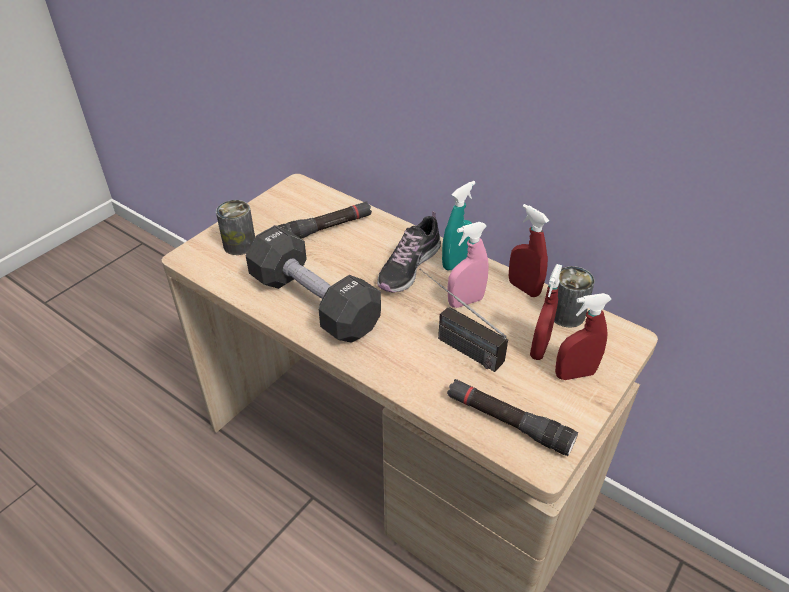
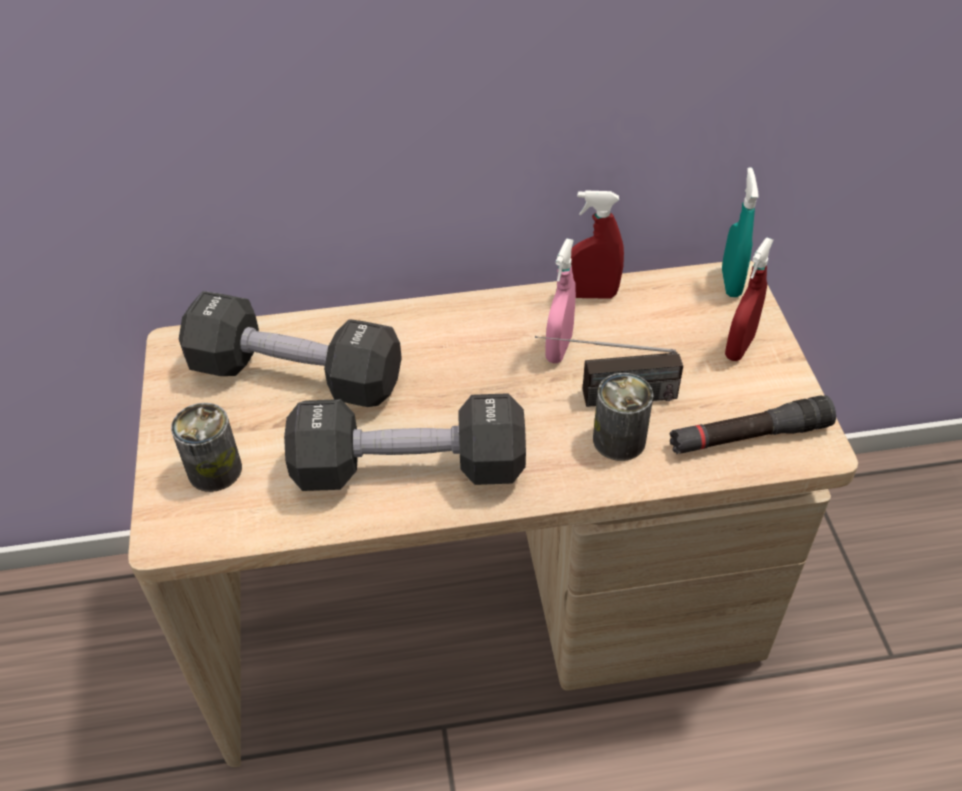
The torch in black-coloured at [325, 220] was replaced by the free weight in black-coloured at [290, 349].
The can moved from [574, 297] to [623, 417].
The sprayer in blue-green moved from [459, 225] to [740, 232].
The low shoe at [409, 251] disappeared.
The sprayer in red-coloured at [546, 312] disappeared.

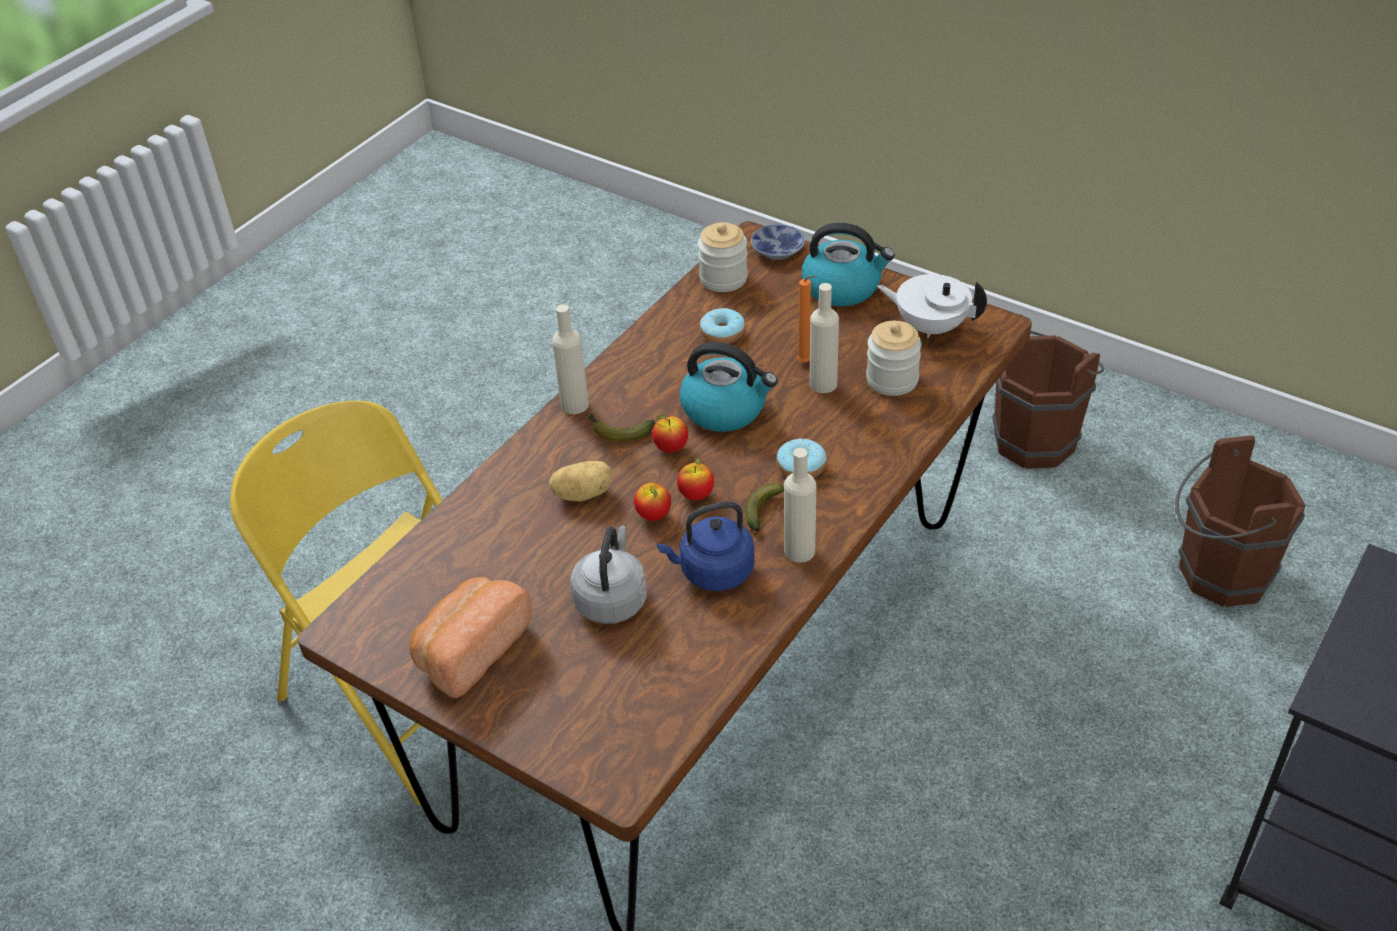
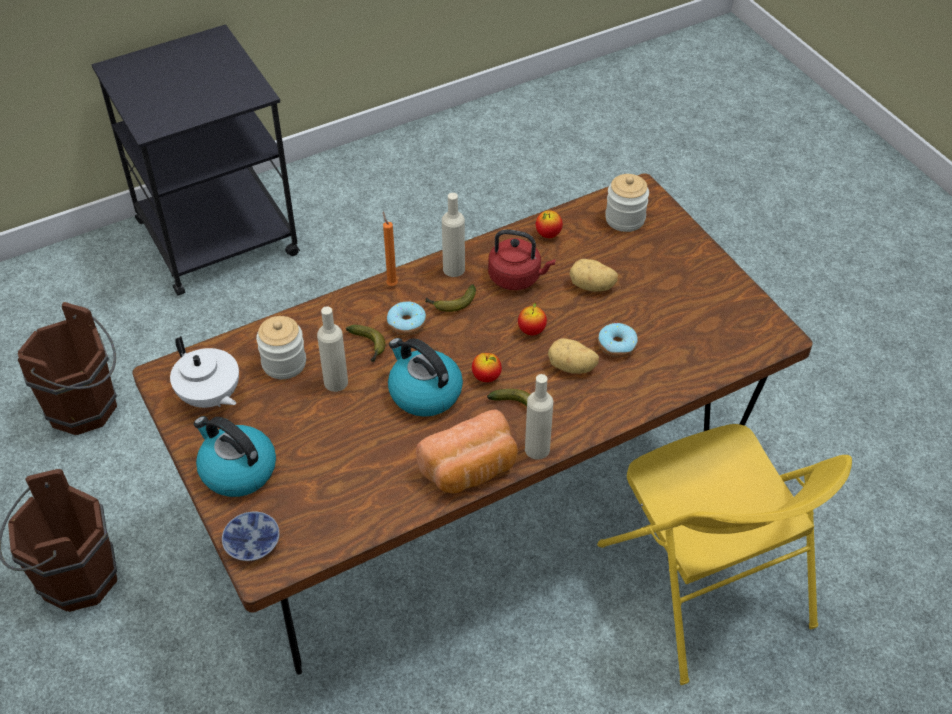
The whole banana at [366, 344] appeared.
The wax light in orange-coloured moved from [806, 319] to [390, 249].
The bakery bread moved from [471, 637] to [467, 451].
The tea kettle in blue at [706, 546] became the tea kettle in red-coloured at [521, 259].
The whole apple moved from [695, 478] to [549, 224].
The tea kettle in gray at [608, 575] was replaced by the whole potato at [593, 275].
The doughnut moved from [722, 326] to [618, 340].
The storage jar moved from [723, 257] to [627, 203].

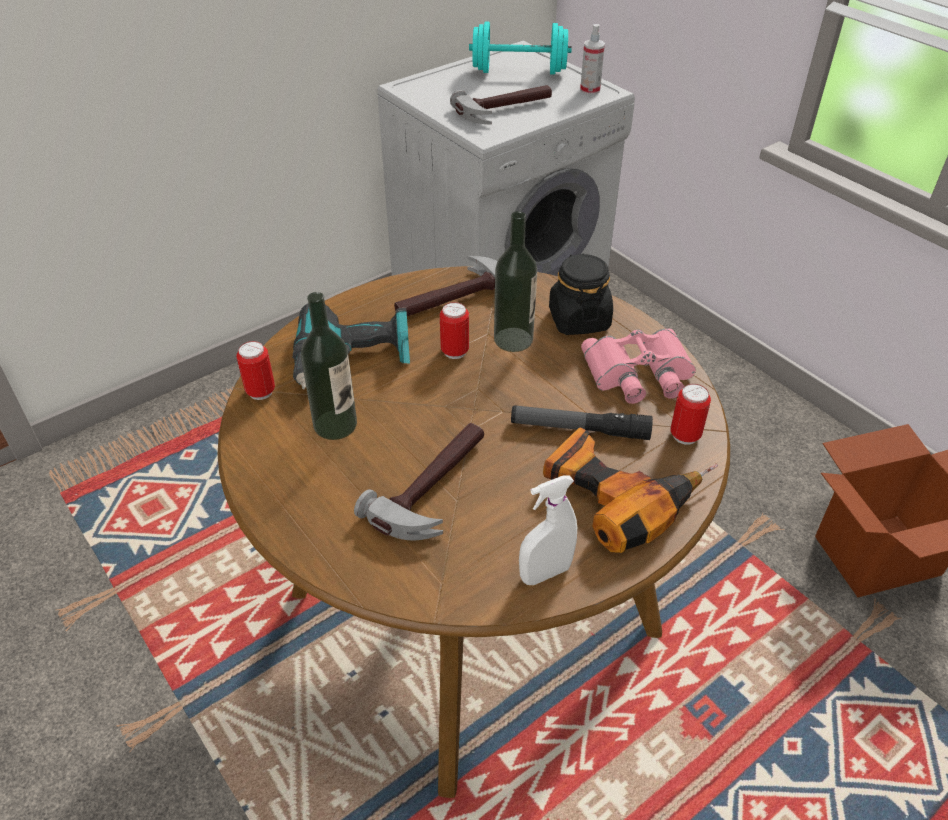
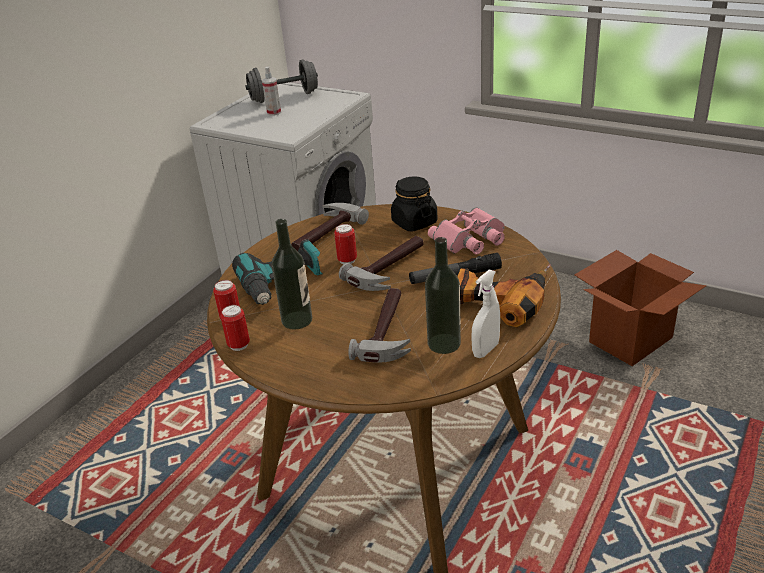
The can moved from [691, 414] to [235, 328].
The free weight in blue-green at [520, 48] became the free weight in gray at [282, 81].
The sprayer moved from [592, 59] to [271, 91].
The tool hammer moved from [501, 105] to [381, 263].
The beverage bottle moved from [516, 281] to [443, 295].

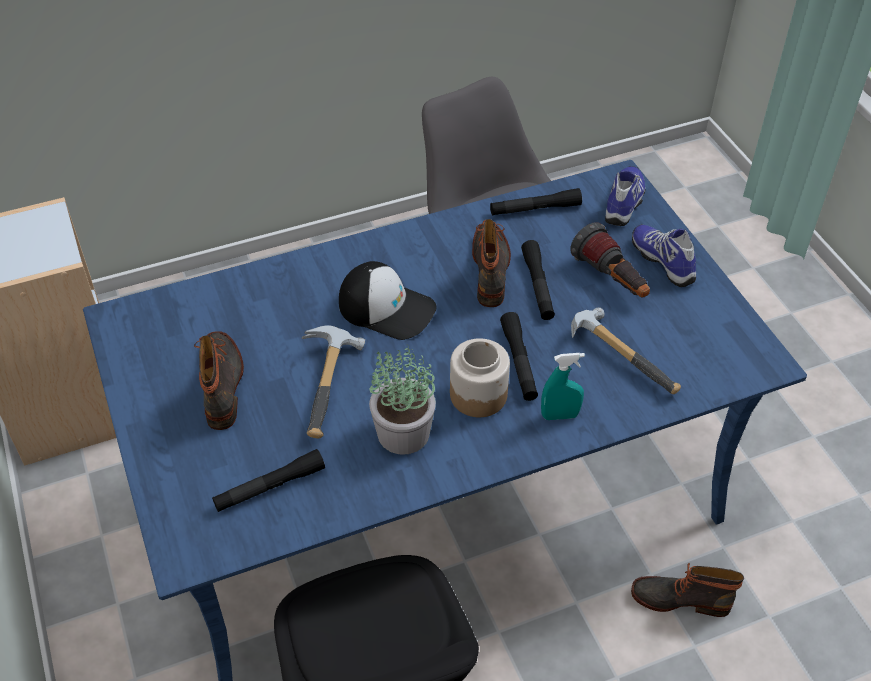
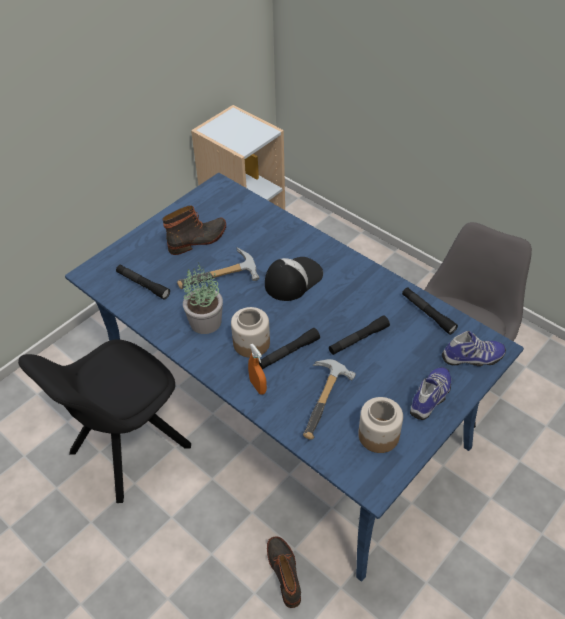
The sprayer in blue-green at [563, 386] became the sprayer in orange-coloured at [257, 369].
The cap at [388, 300] turned 135 degrees counterclockwise.
The storage jar at [380, 425] appeared.
The high-top boot at [491, 263] disappeared.
The torch at [610, 260] disappeared.

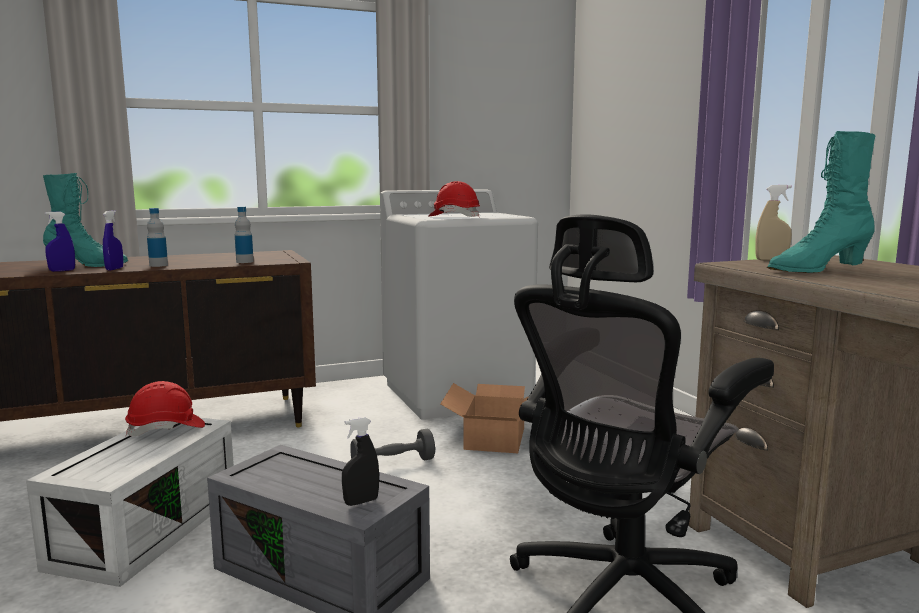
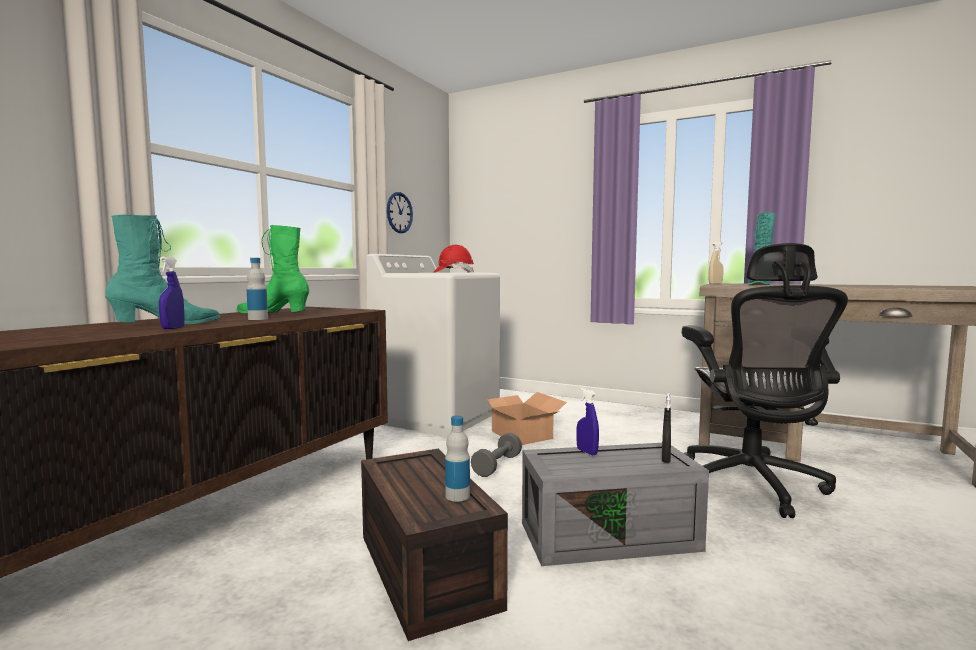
The high-top boot in green-coloured at [273, 269] appeared.
The storage box in whitish at [130, 502] became the storage box in brown-coloured at [434, 545].
The hanging clock at [400, 212] appeared.
The beverage bottle moved from [244, 235] to [457, 458].
The sprayer in blue moved from [113, 240] to [587, 421].
The hard hat in red-coloured at [165, 408] disappeared.

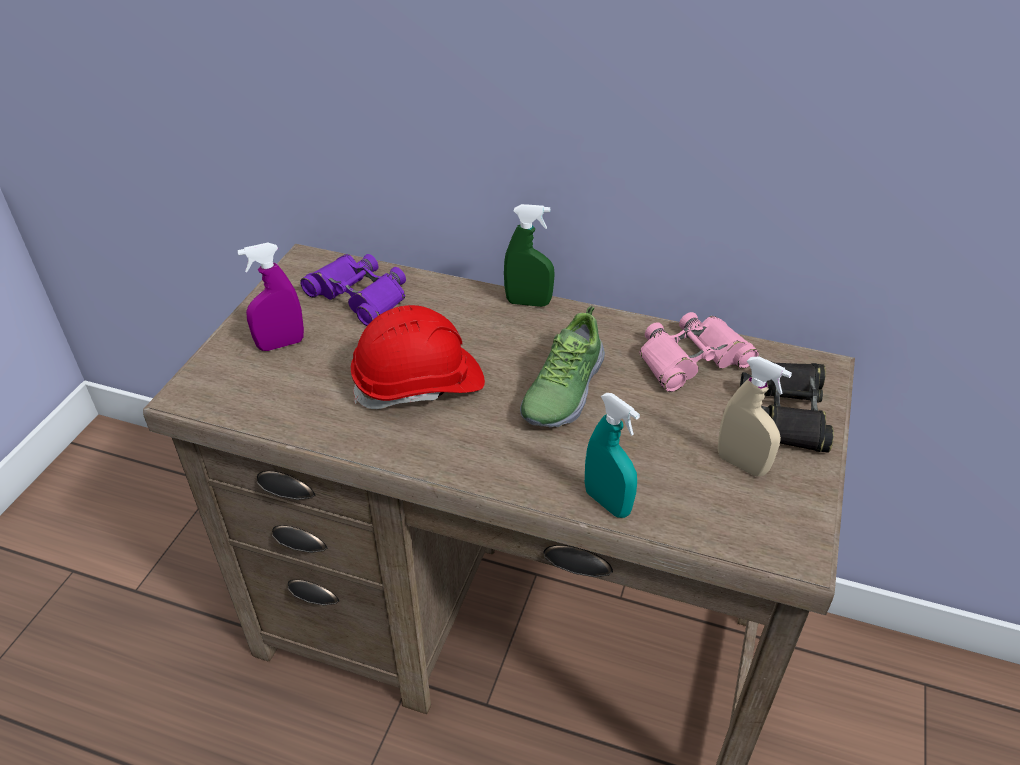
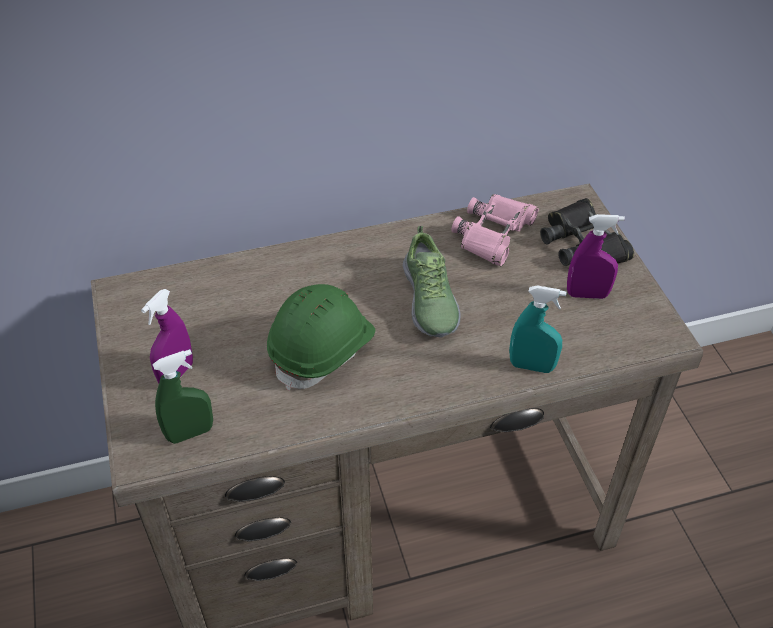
The sprayer in green-coloured moved from [529, 255] to [182, 396].
The hard hat in red-coloured at [418, 357] became the hard hat in green-coloured at [321, 337].
The sprayer in beige-coloured at [755, 417] became the sprayer in purplish at [596, 256].
The binoculars in purplish at [353, 290] disappeared.

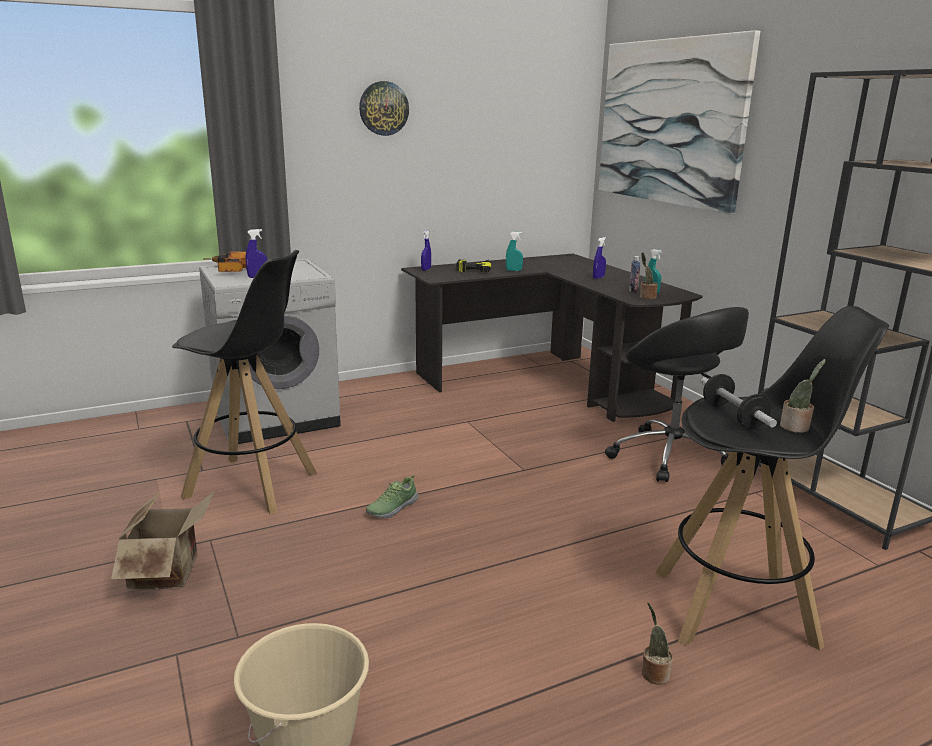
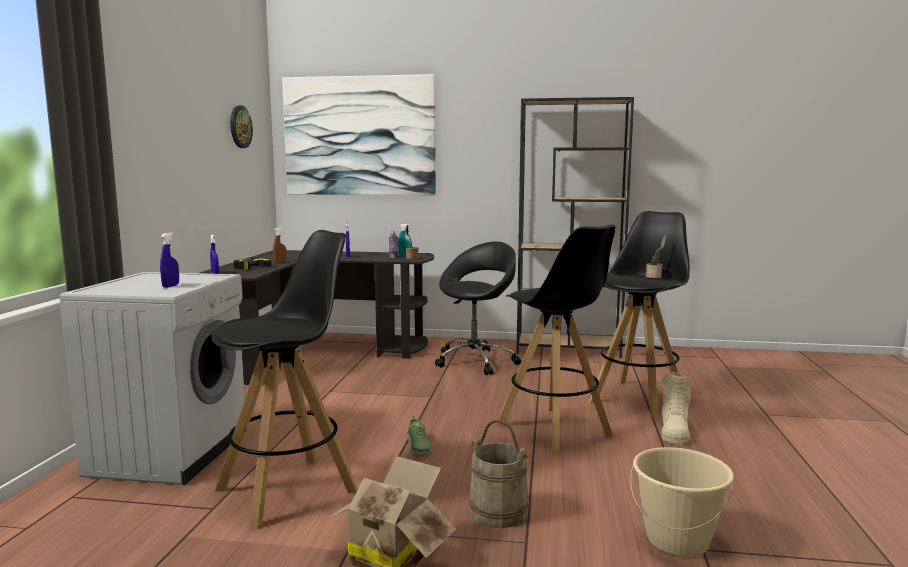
The hanging clock moved from [384, 108] to [241, 126].
The sprayer in blue-green at [514, 251] became the sprayer in brown-coloured at [280, 245].
The computer chair in black-coloured at [677, 394] turned 45 degrees counterclockwise.
The bucket in beige-coloured at [499, 473] appeared.
The stool in black-coloured at [556, 339] appeared.
The houseplant at [657, 644] was replaced by the high-top boot in beige-coloured at [676, 408].
The electric drill at [224, 261] disappeared.
The free weight at [738, 401] disappeared.

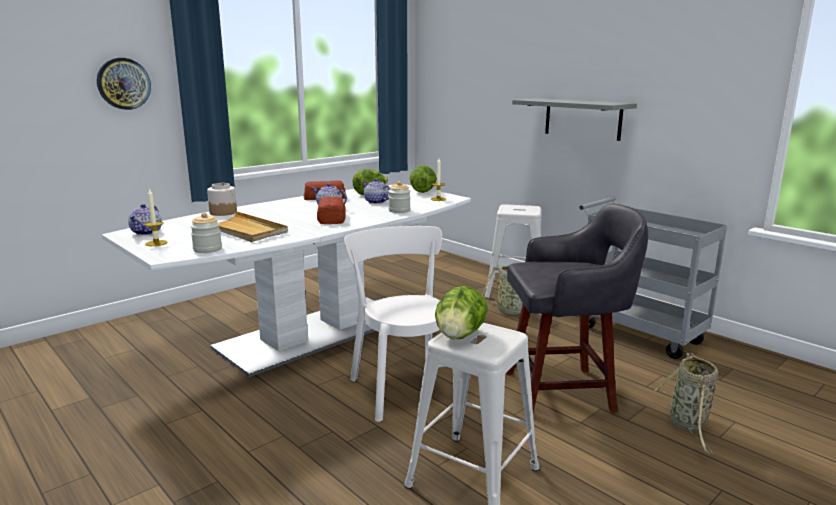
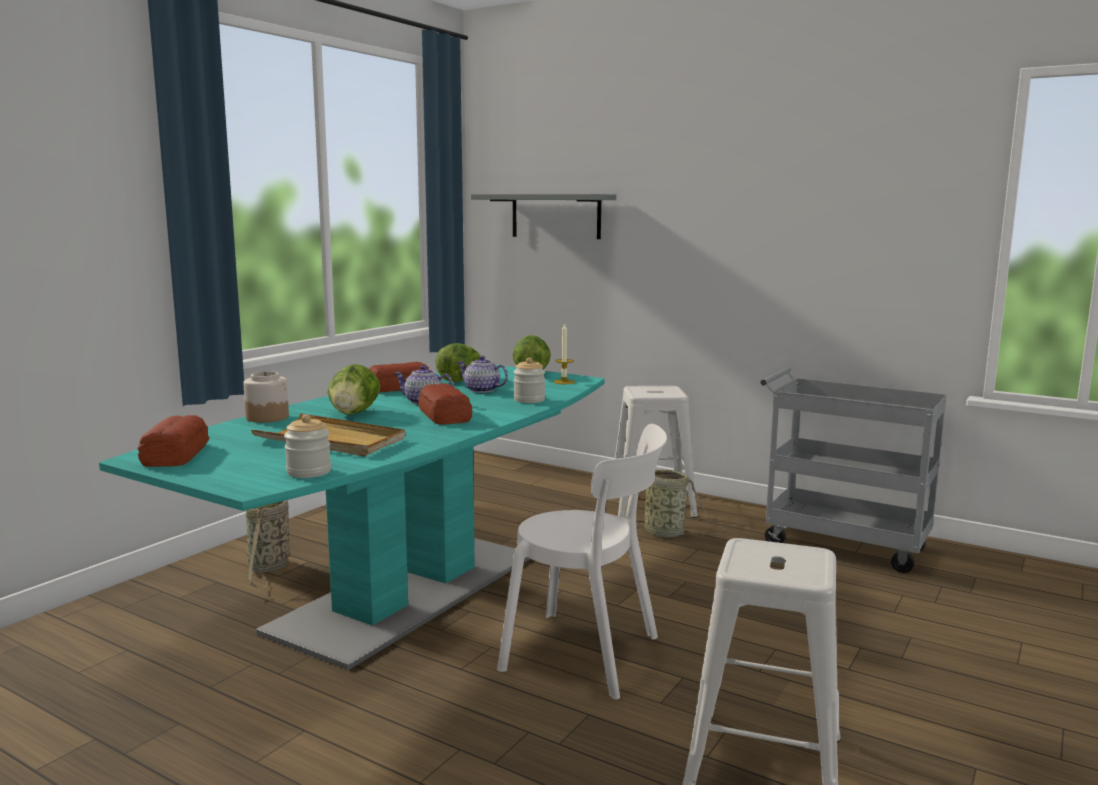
The kitchen table in whitish at [286, 281] became the kitchen table in blue-green at [352, 517].
The tea pot at [145, 219] was replaced by the bakery bread at [173, 441].
The basket moved from [686, 403] to [267, 544].
The lettuce head moved from [461, 312] to [354, 389].
The bracket shelf in gray moved from [574, 119] to [543, 216].
The chair in whitish at [398, 324] turned 150 degrees clockwise.
The hanging clock at [124, 84] disappeared.
The wax light at [156, 217] disappeared.
The stool in gray at [577, 308] disappeared.

